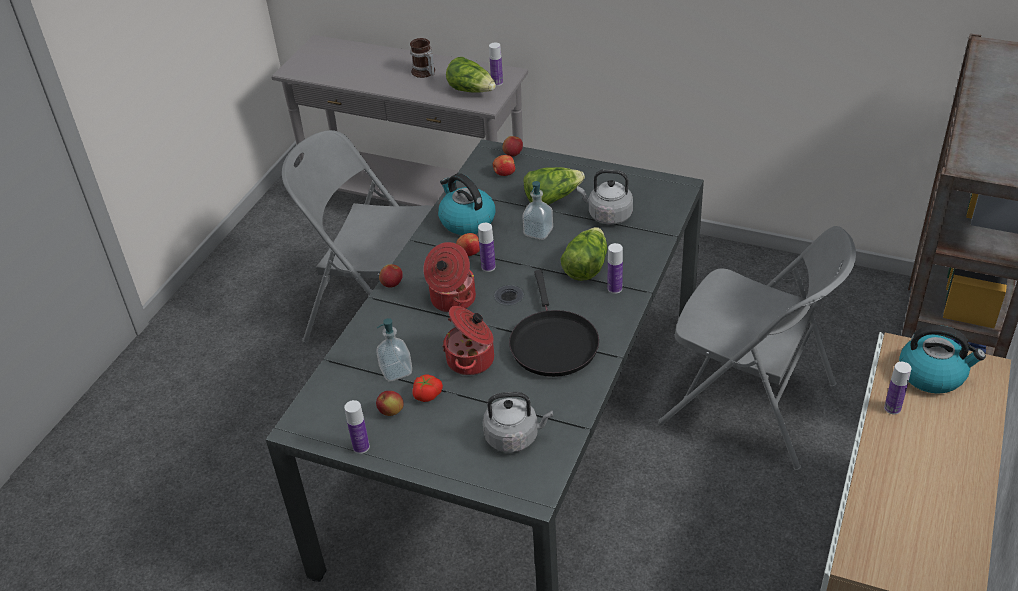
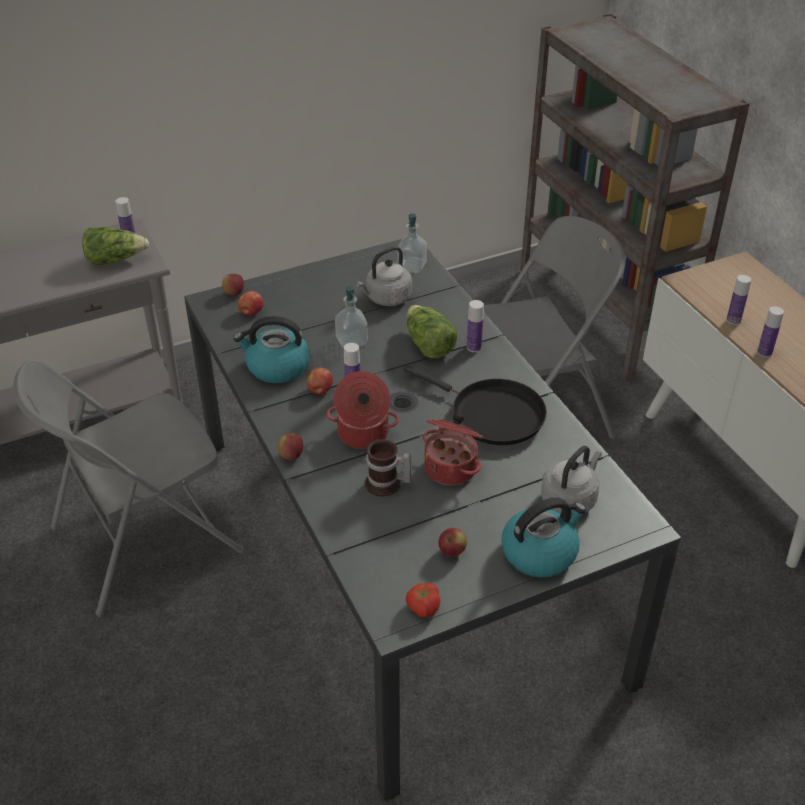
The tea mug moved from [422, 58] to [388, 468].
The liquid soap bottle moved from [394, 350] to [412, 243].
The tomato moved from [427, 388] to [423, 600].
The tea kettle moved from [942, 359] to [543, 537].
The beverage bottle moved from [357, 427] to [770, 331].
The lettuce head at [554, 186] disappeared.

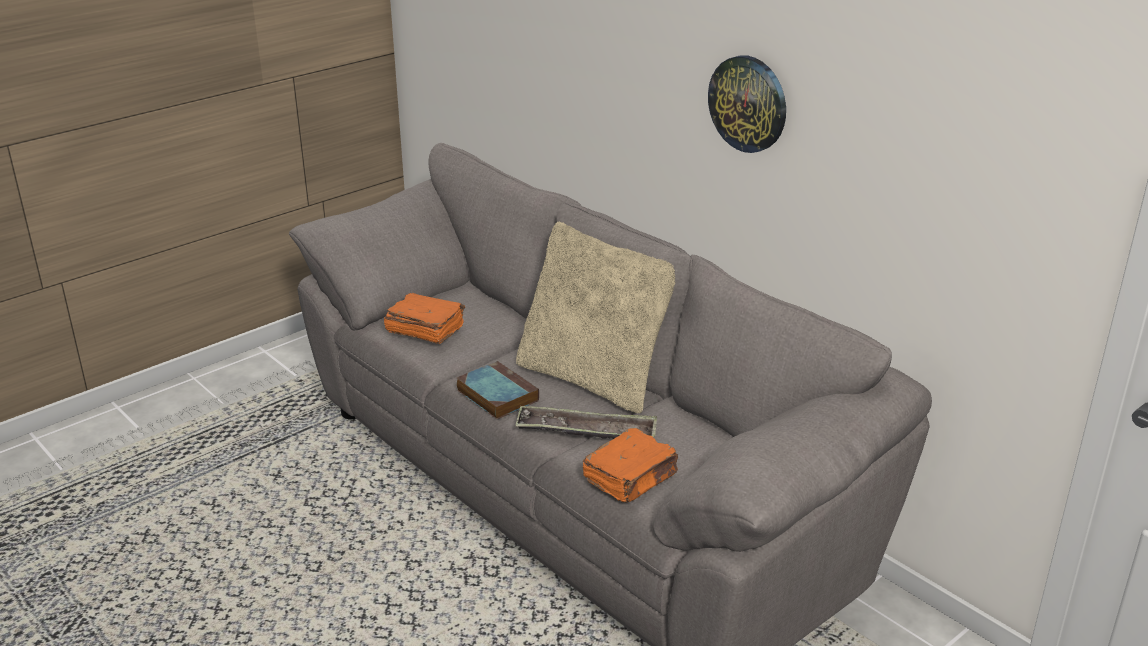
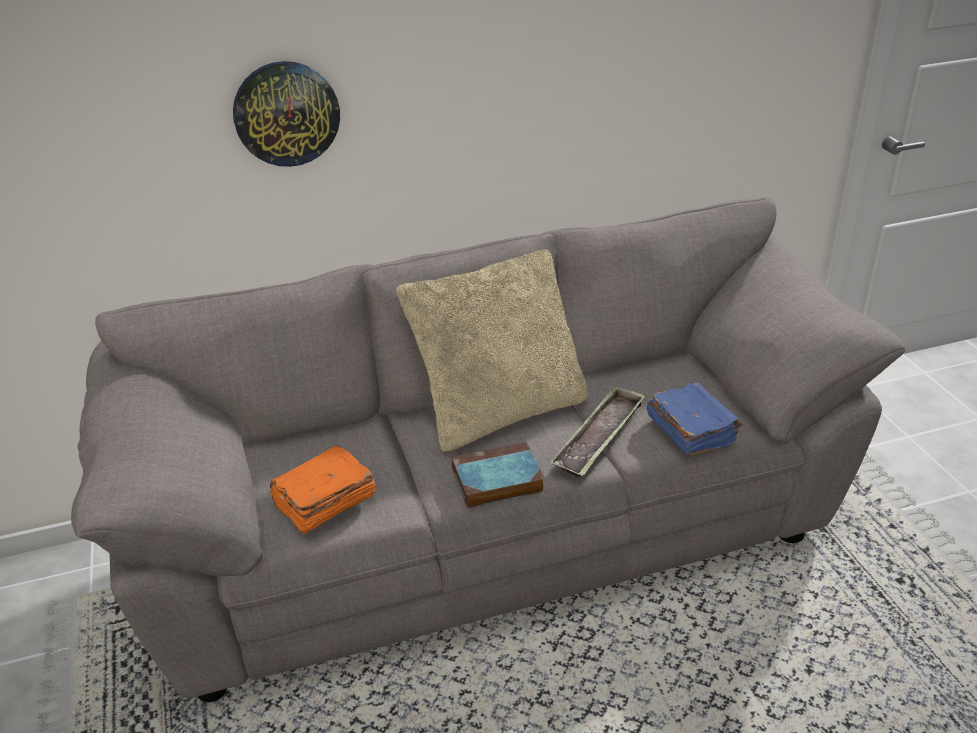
The hanging clock moved from [747, 104] to [286, 114].
The bound book in orange-coloured at [630, 465] became the bound book in blue at [694, 419].

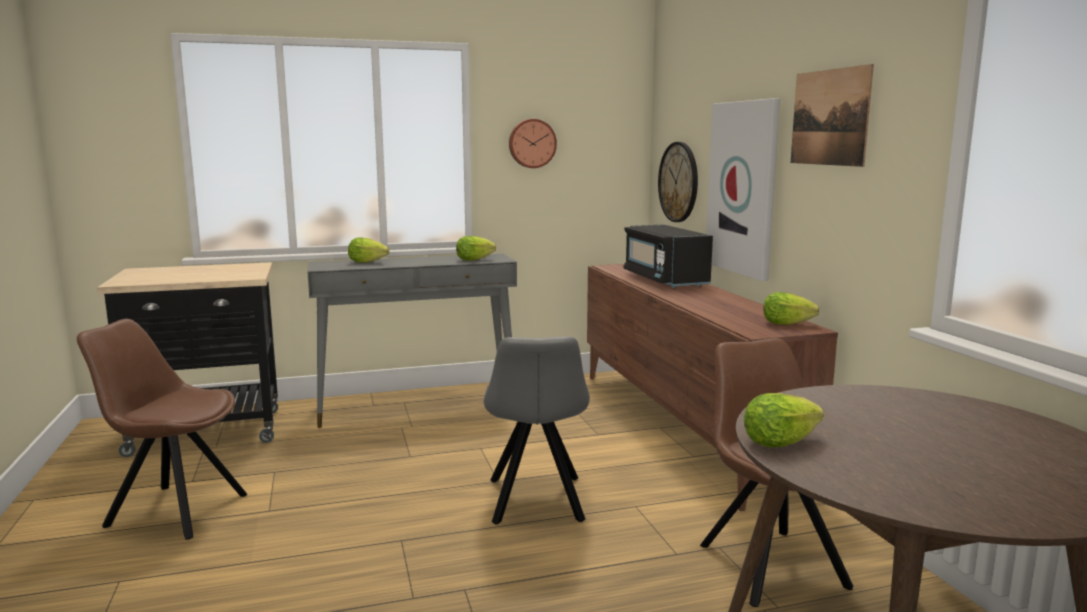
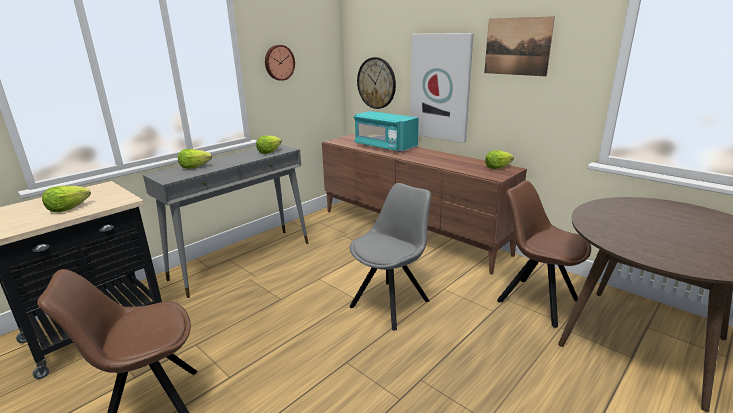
The lettuce head moved from [784, 420] to [66, 199].
The chair in gray at [536, 430] turned 105 degrees counterclockwise.
The microwave oven in black-coloured at [668, 256] became the microwave oven in blue-green at [386, 131].

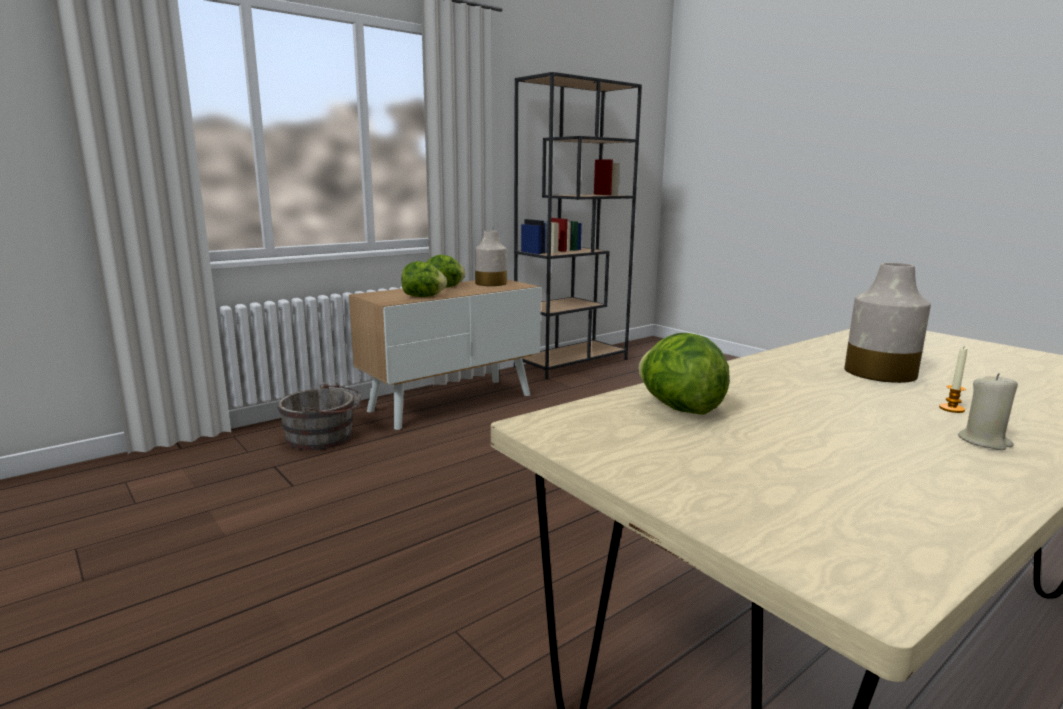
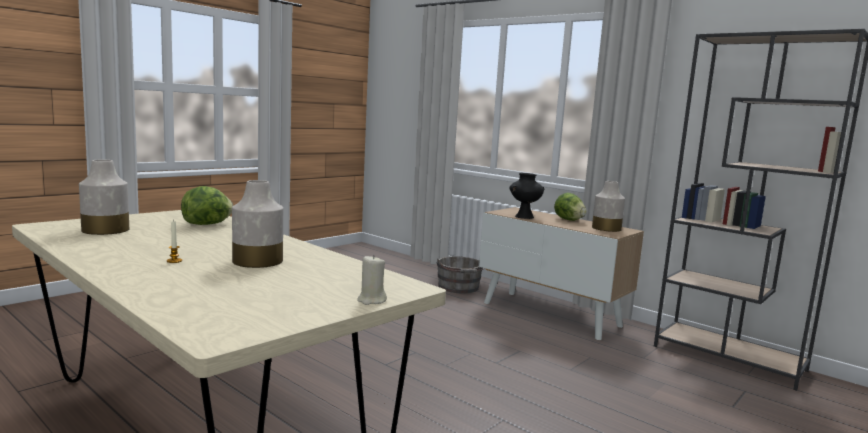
The decorative vase in beige-coloured at [104, 197] appeared.
The wax light in beige-coloured moved from [988, 411] to [372, 280].
The lettuce head at [424, 279] was replaced by the decorative vase in black-coloured at [526, 196].

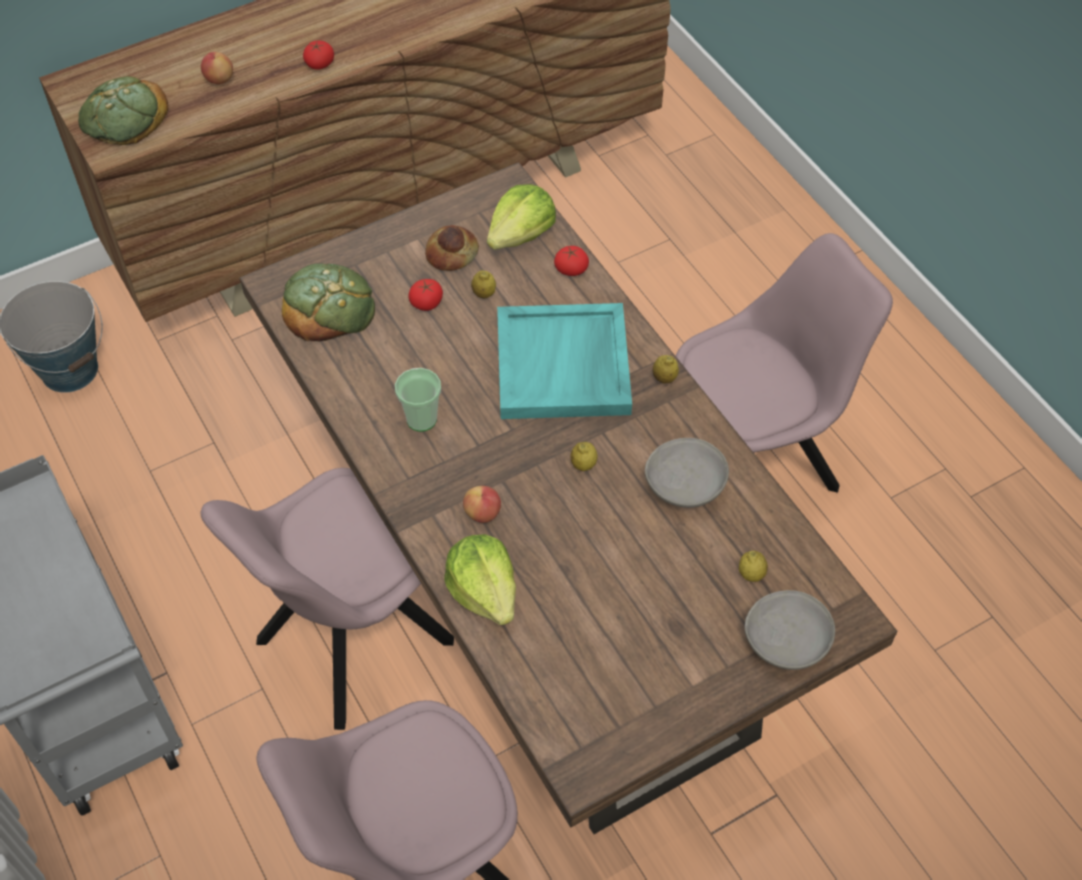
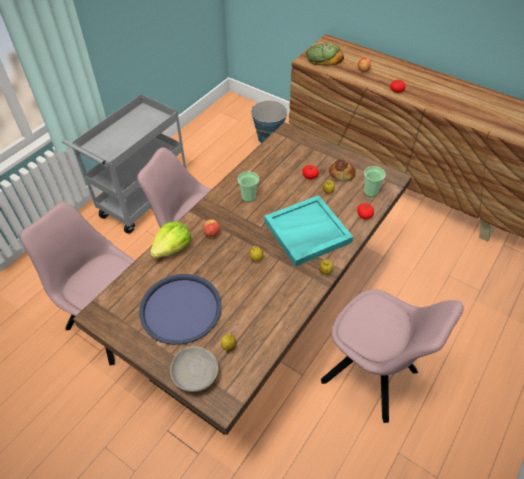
The carrying tray in blue at [180, 309] appeared.
The lettuce head at [521, 217] was replaced by the small cup at [375, 181].
The bakery bread at [328, 303] disappeared.
The serving bowl in gray at [687, 473] disappeared.

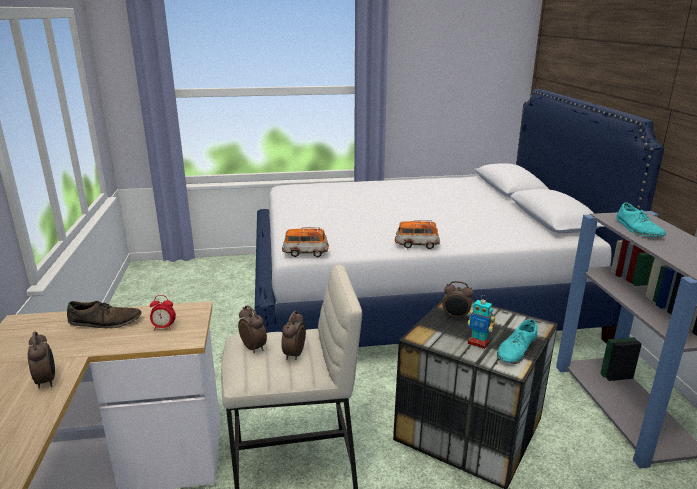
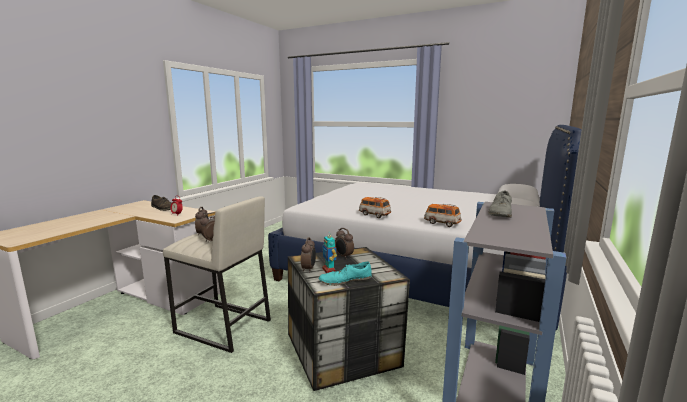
The alarm clock moved from [41, 359] to [308, 255].
The model car moved from [305, 242] to [443, 215].
The low shoe in blue-green at [641, 219] became the low shoe in gray at [500, 204].

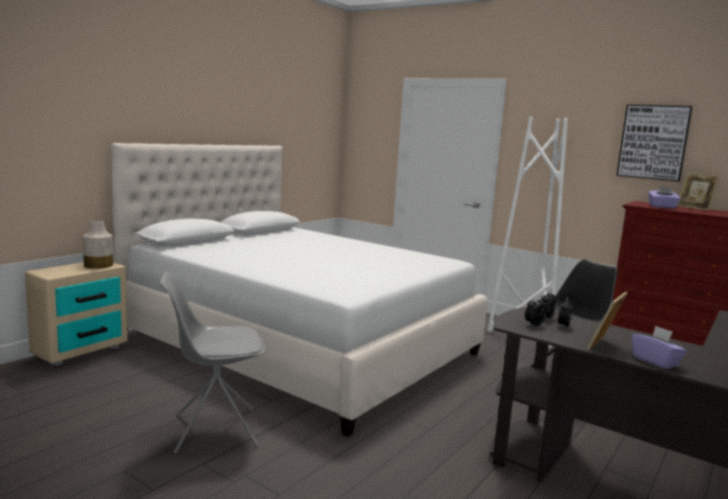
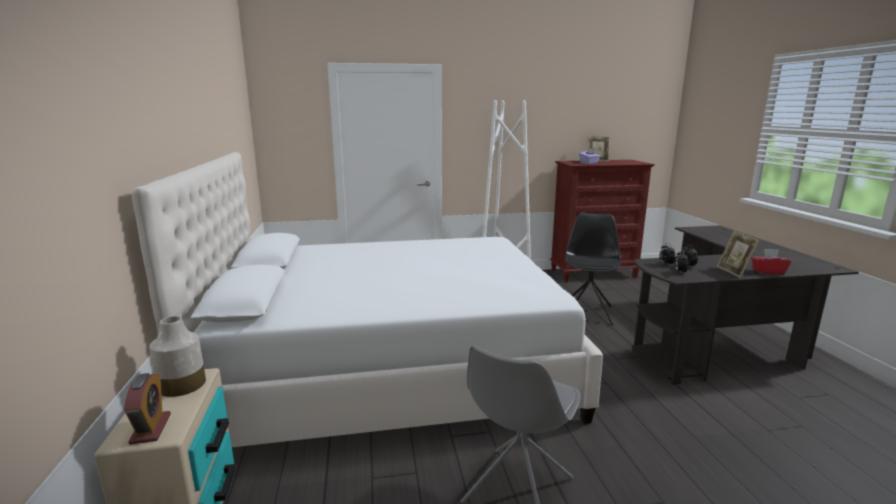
The alarm clock at [147, 409] appeared.
The tissue holder in purplish at [659, 347] became the tissue holder in red-coloured at [771, 261].
The wall picture at [654, 143] disappeared.

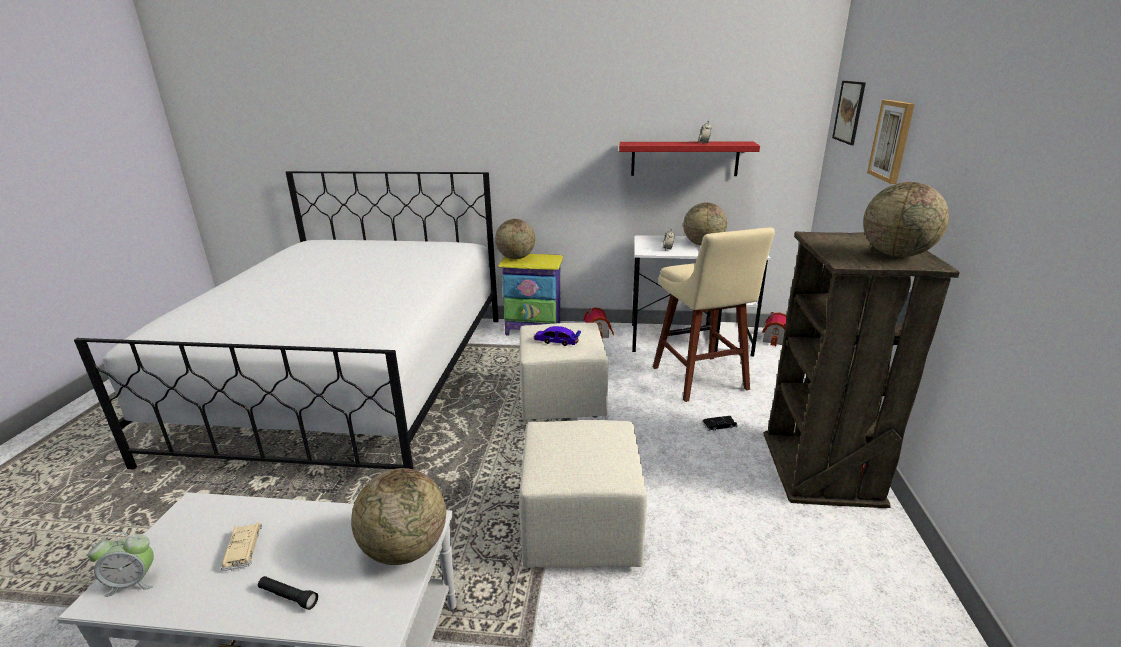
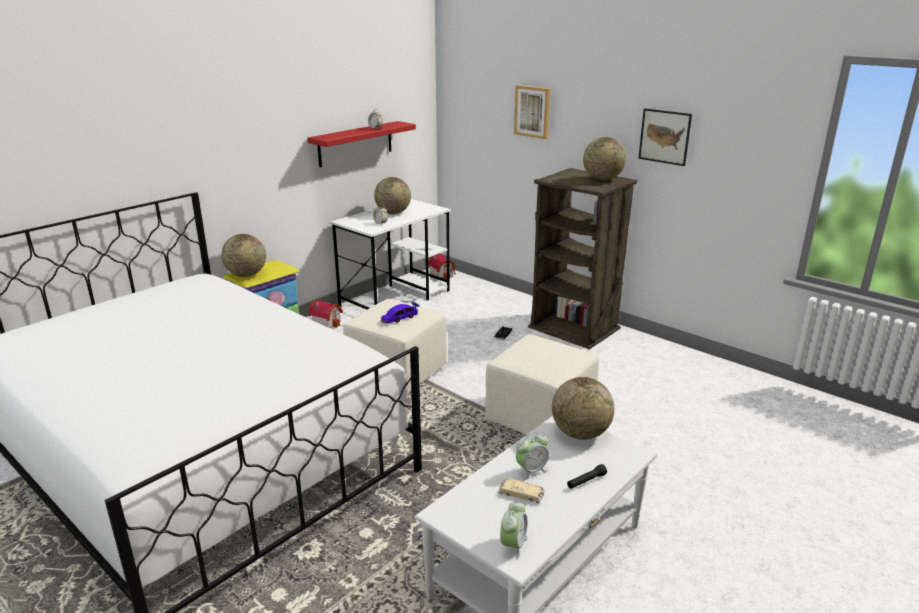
The alarm clock at [532, 456] appeared.
The wall picture moved from [849, 113] to [665, 137].
The stool in beige-coloured at [714, 315] disappeared.

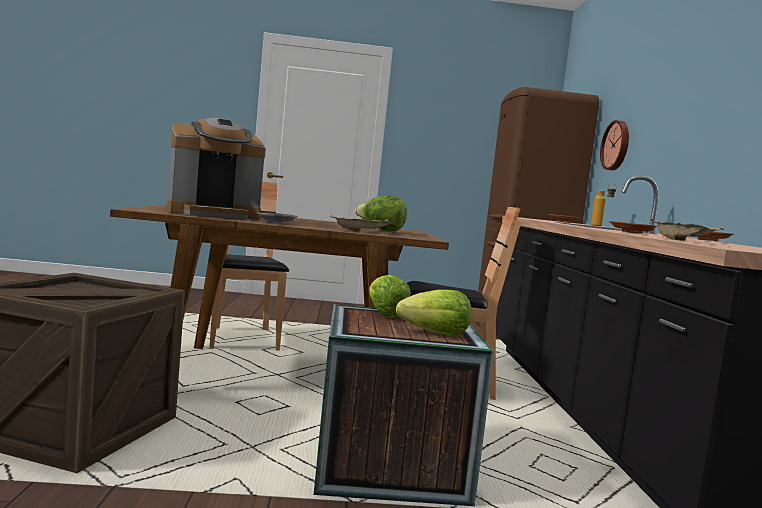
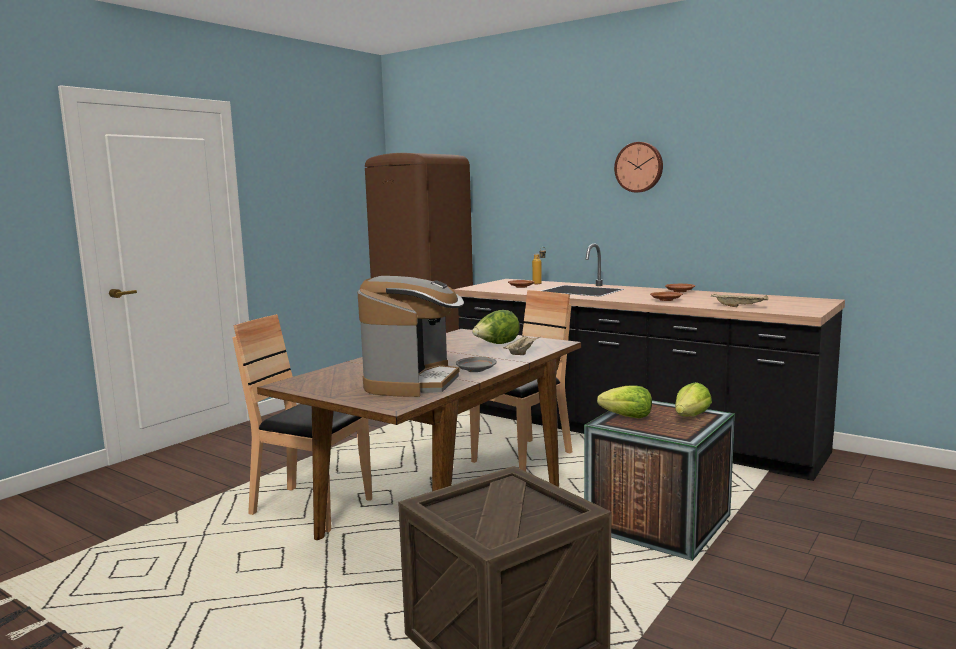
The hanging clock moved from [614, 145] to [638, 167].

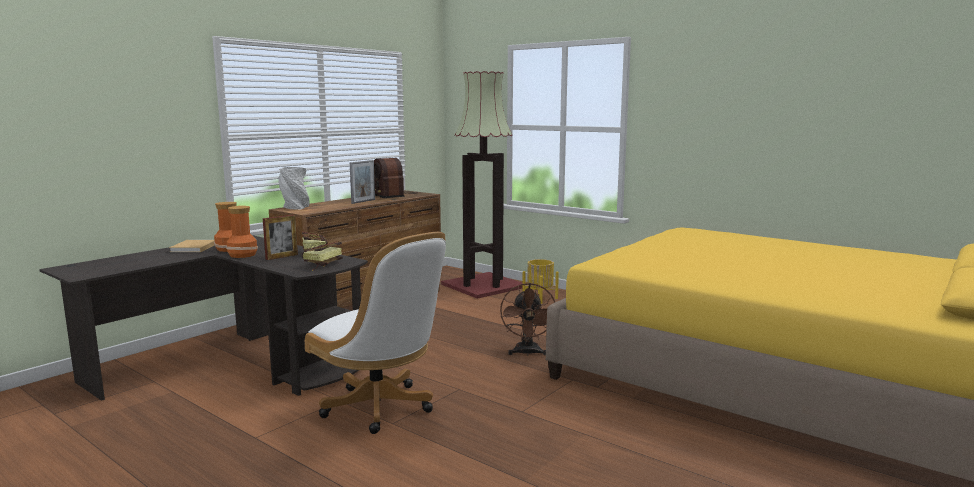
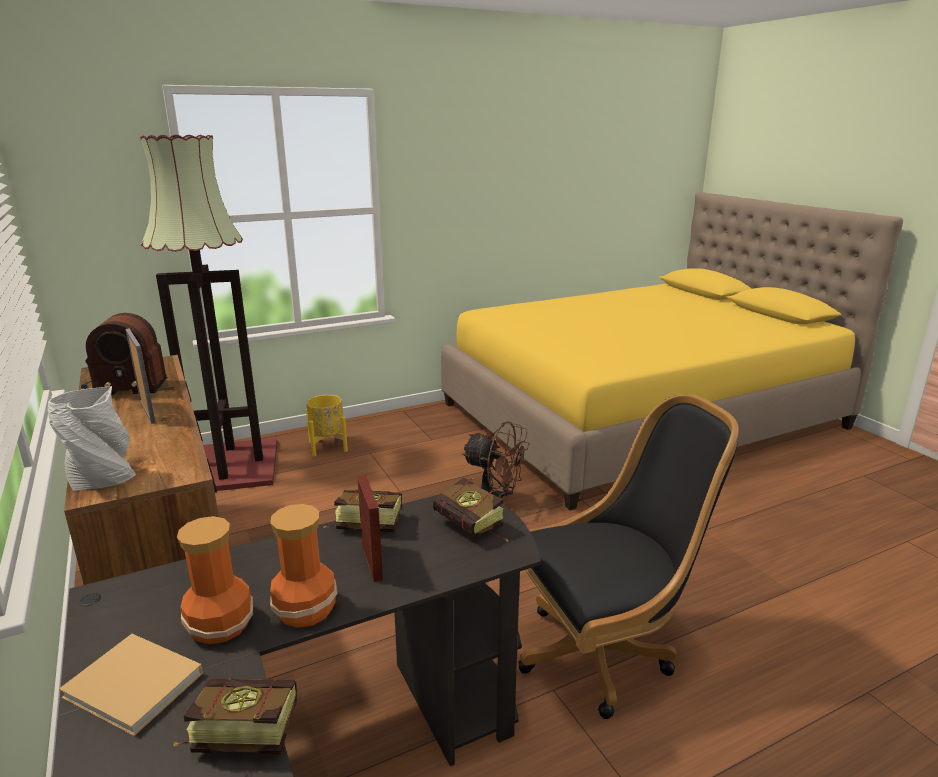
The bound book at [235, 716] appeared.
The computer chair in whitish at [375, 333] became the computer chair in black-coloured at [628, 556].

